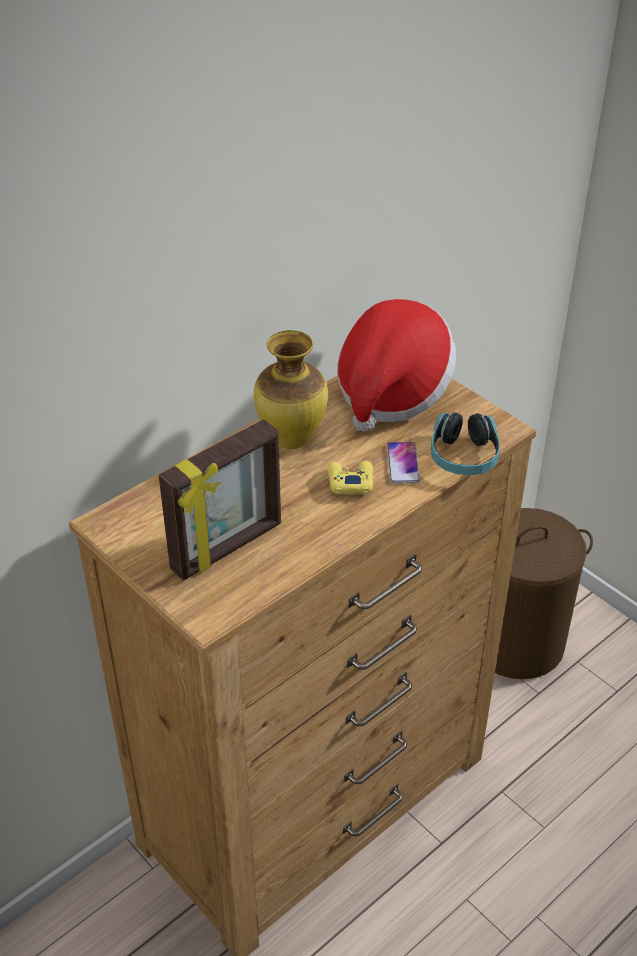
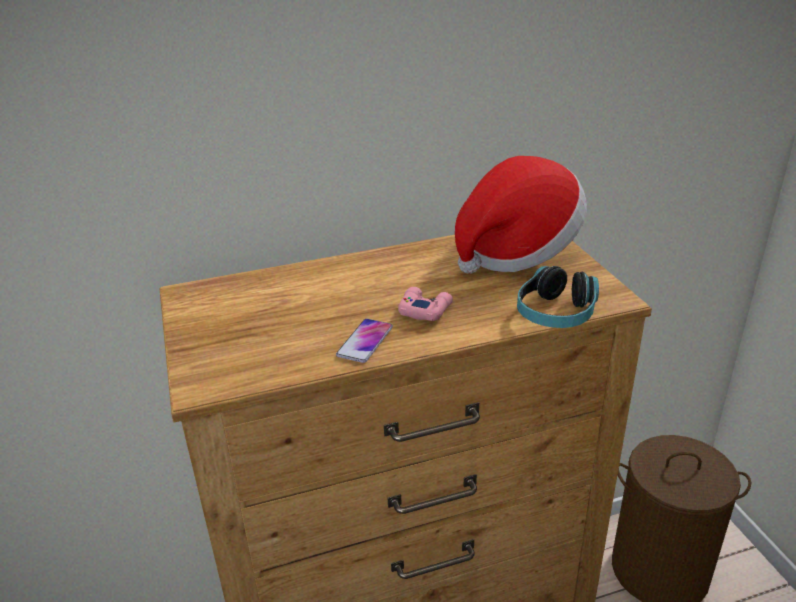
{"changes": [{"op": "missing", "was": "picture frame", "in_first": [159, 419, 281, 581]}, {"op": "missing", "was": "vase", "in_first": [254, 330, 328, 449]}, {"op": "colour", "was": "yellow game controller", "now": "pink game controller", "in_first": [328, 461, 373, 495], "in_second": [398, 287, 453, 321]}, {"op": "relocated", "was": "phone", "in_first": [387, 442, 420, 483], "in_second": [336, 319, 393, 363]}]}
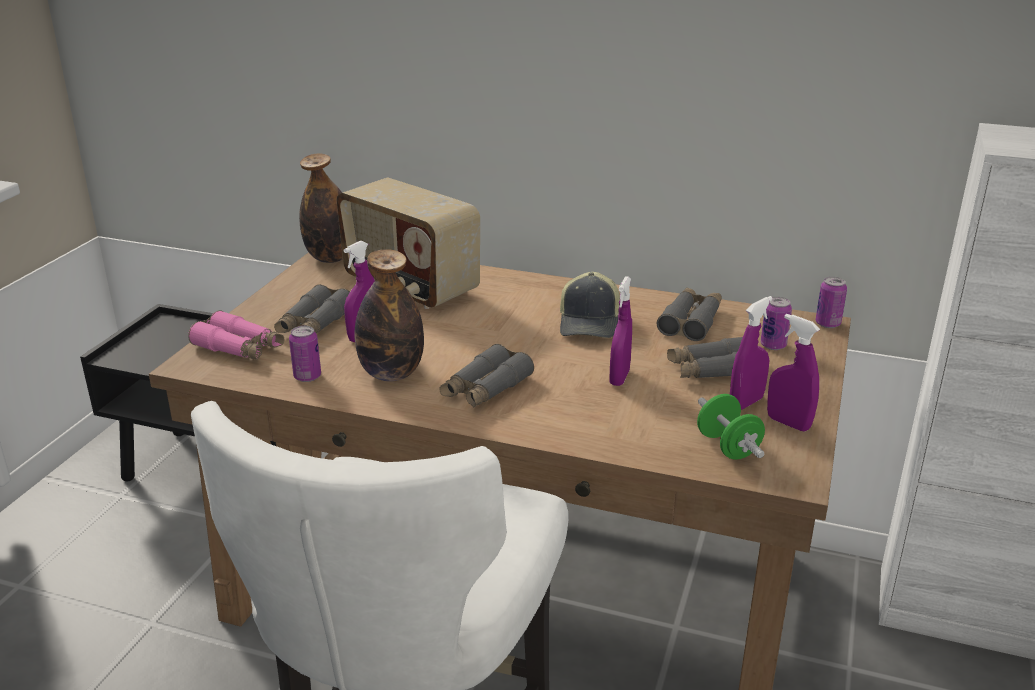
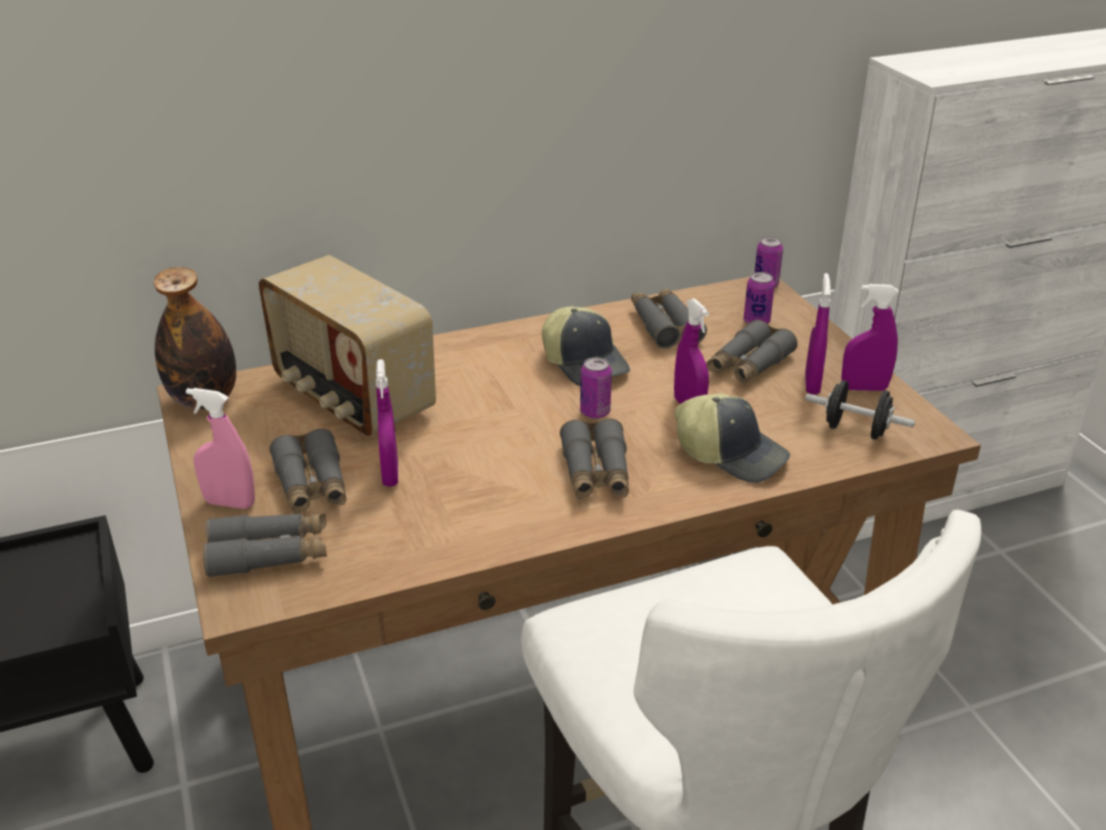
{"changes": [{"op": "colour", "was": "pink binoculars", "now": "grey binoculars", "in_first": [188, 310, 284, 360], "in_second": [203, 513, 327, 577]}, {"op": "relocated", "was": "can", "in_first": [289, 326, 321, 382], "in_second": [580, 357, 612, 419]}, {"op": "spun", "was": "radio", "in_first": [336, 178, 480, 309], "in_second": [259, 255, 436, 436], "clockwise": 45}, {"op": "missing", "was": "bottle", "in_first": [355, 249, 424, 381]}, {"op": "colour", "was": "green dumbbell", "now": "black dumbbell", "in_first": [697, 394, 765, 459], "in_second": [805, 380, 915, 440]}, {"op": "appeared", "now": "pink spray bottle", "in_second": [186, 388, 255, 509]}, {"op": "appeared", "now": "cap", "in_second": [675, 393, 790, 483]}]}
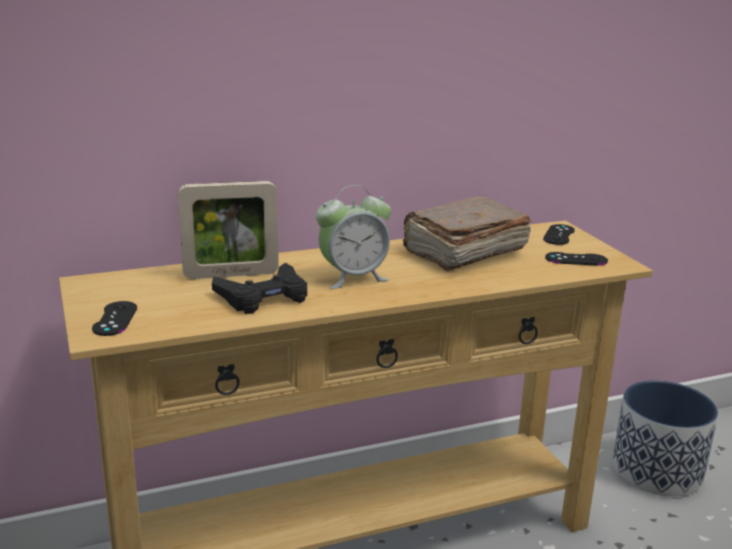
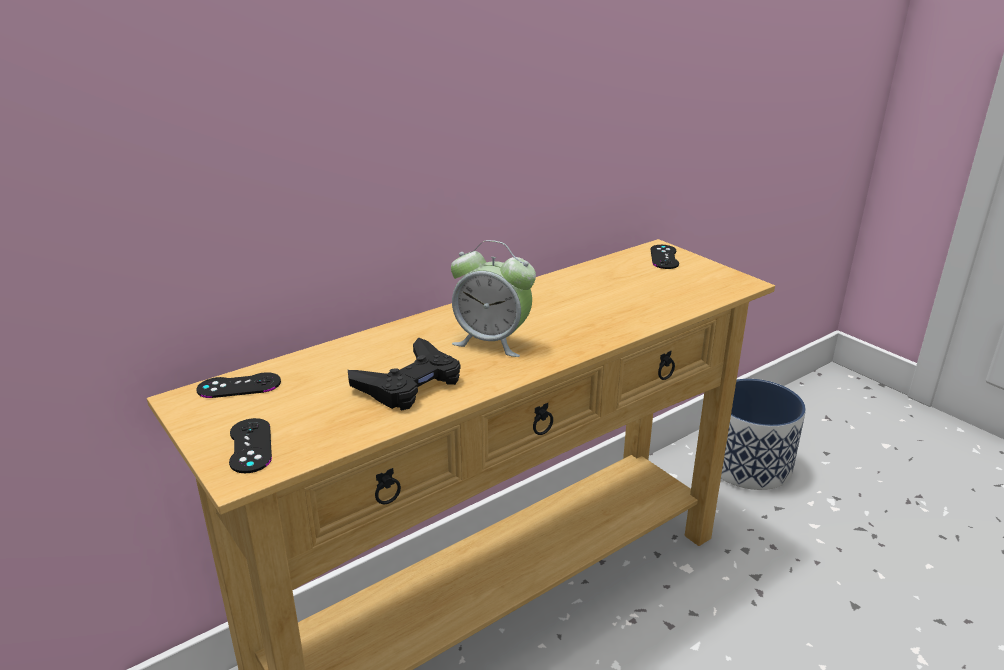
{"changes": [{"op": "missing", "was": "picture frame", "in_first": [178, 181, 279, 279]}, {"op": "spun", "was": "alarm clock", "in_first": [316, 185, 391, 289], "in_second": [451, 240, 536, 357], "clockwise": 60}, {"op": "missing", "was": "brown book", "in_first": [402, 196, 532, 271]}, {"op": "relocated", "was": "black game controller", "in_first": [545, 252, 608, 266], "in_second": [196, 372, 281, 398]}]}
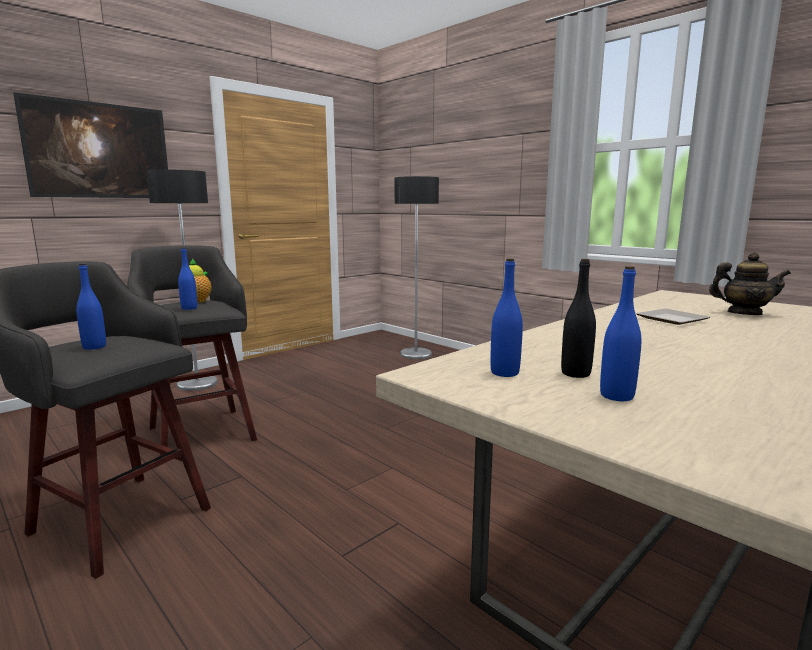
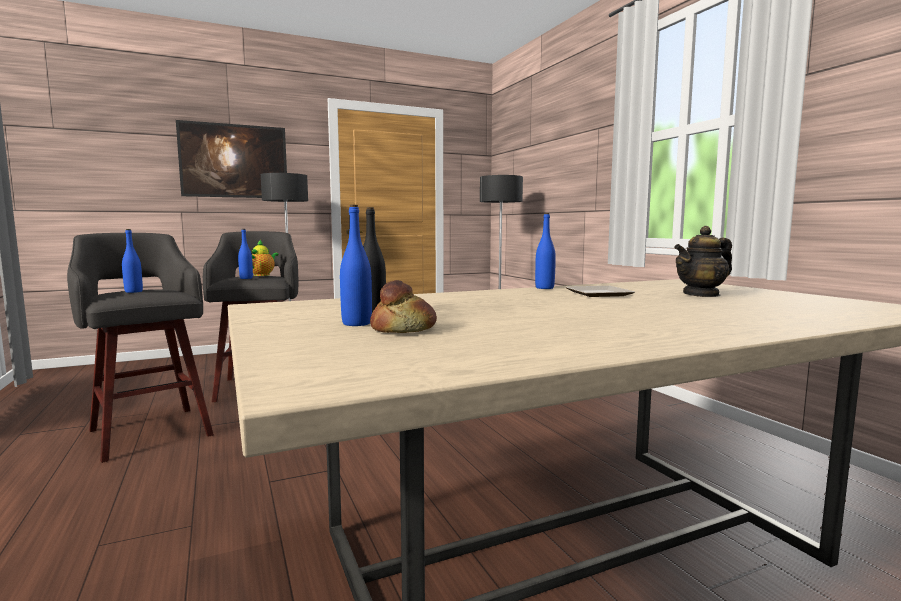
{"changes": [{"op": "relocated", "was": "blue bottle", "in_first": [490, 258, 523, 377], "in_second": [535, 213, 556, 289]}, {"op": "spun", "was": "teapot", "in_first": [709, 252, 791, 315], "in_second": [674, 226, 732, 297], "clockwise": 120}, {"op": "appeared", "now": "bread", "in_second": [370, 280, 437, 333]}]}
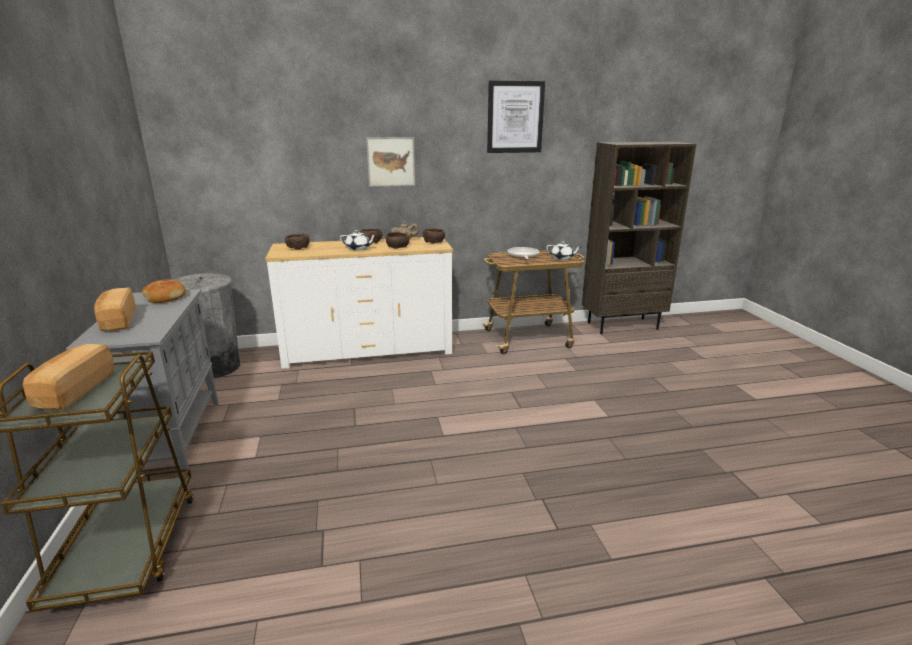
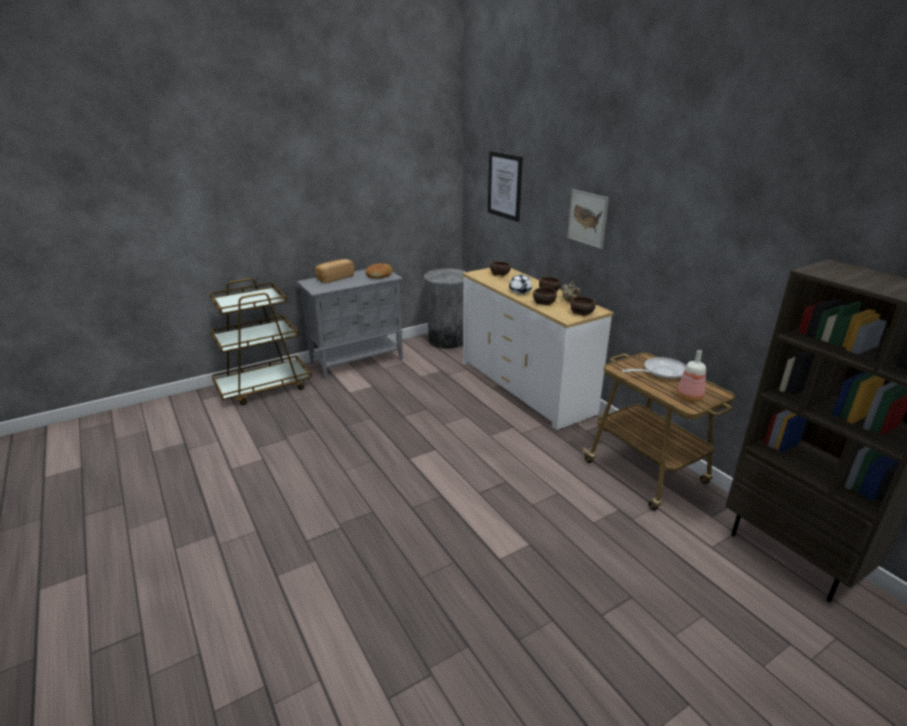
{"changes": [{"op": "missing", "was": "bread", "in_first": [23, 344, 114, 410]}, {"op": "relocated", "was": "picture", "in_first": [487, 81, 545, 153], "in_second": [488, 151, 523, 222]}, {"op": "exchanged", "was": "white teapot", "now": "bottle", "in_first": [546, 241, 581, 260], "in_second": [677, 350, 706, 402]}]}
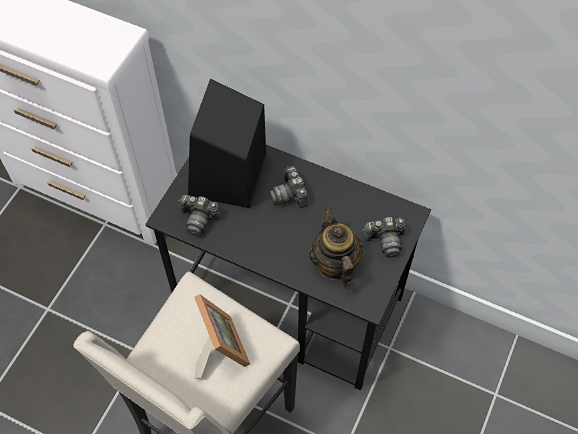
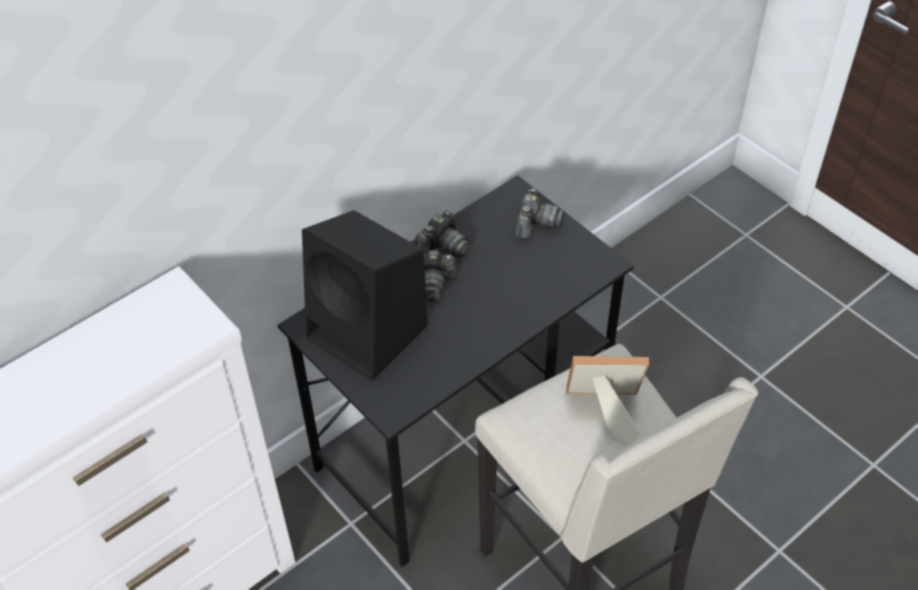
{"changes": [{"op": "relocated", "was": "photo camera", "in_first": [178, 194, 222, 236], "in_second": [415, 211, 470, 258]}, {"op": "missing", "was": "teapot", "in_first": [310, 207, 363, 289]}]}
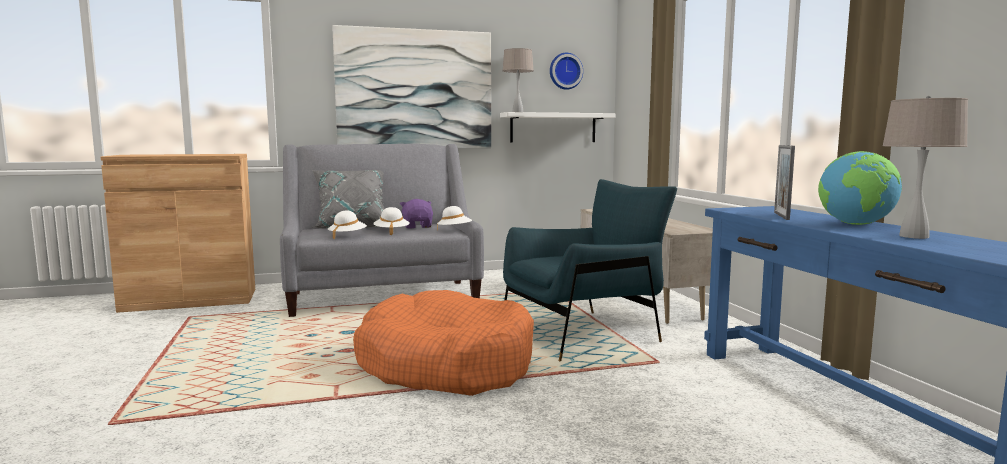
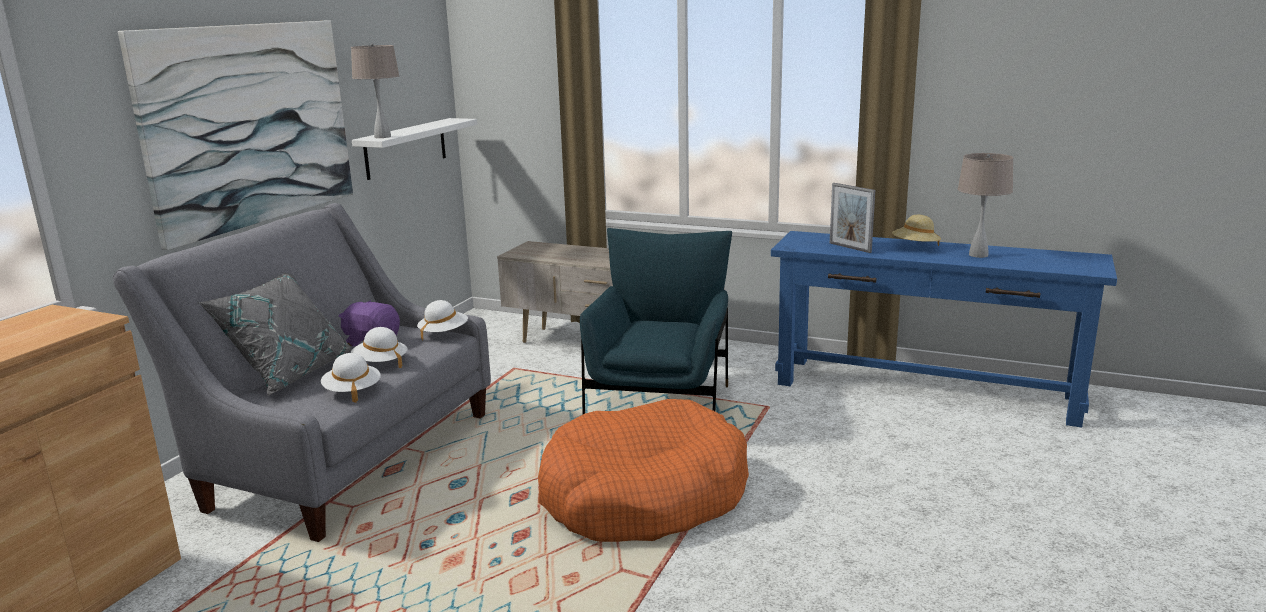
{"changes": [{"op": "missing", "was": "wall clock", "in_first": [550, 53, 583, 90]}, {"op": "exchanged", "was": "globe", "now": "beige hat", "in_first": [818, 151, 902, 225], "in_second": [892, 215, 941, 246]}]}
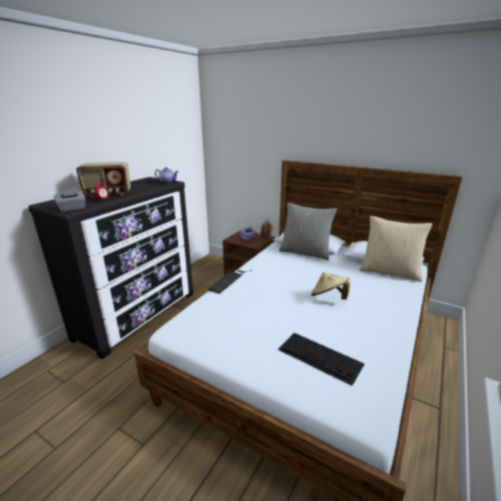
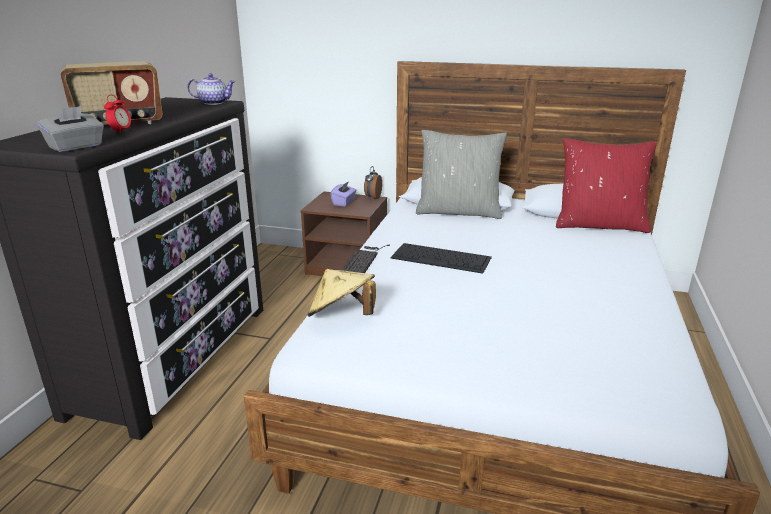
{"changes": [{"op": "relocated", "was": "keyboard", "in_first": [278, 333, 364, 386], "in_second": [390, 243, 492, 274]}, {"op": "relocated", "was": "beige hat", "in_first": [311, 272, 350, 300], "in_second": [307, 269, 376, 317]}, {"op": "colour", "was": "beige pillow", "now": "red pillow", "in_first": [360, 216, 432, 282], "in_second": [556, 138, 657, 233]}]}
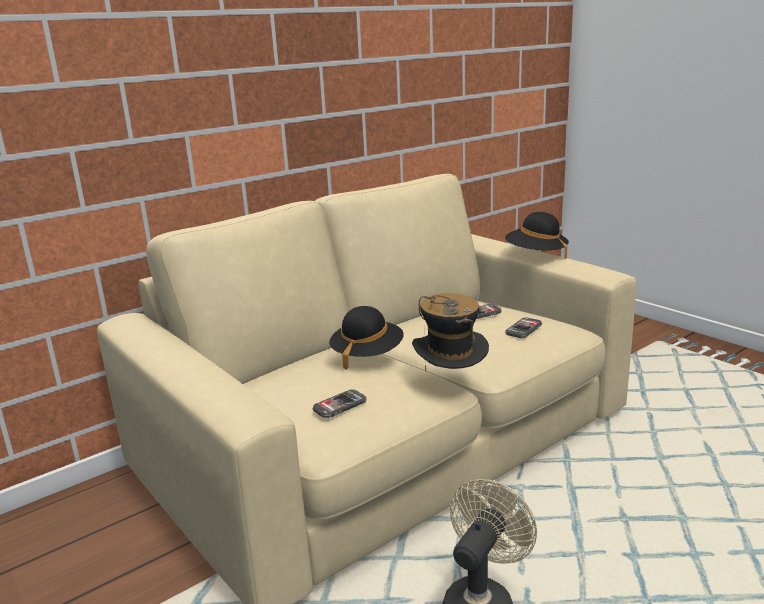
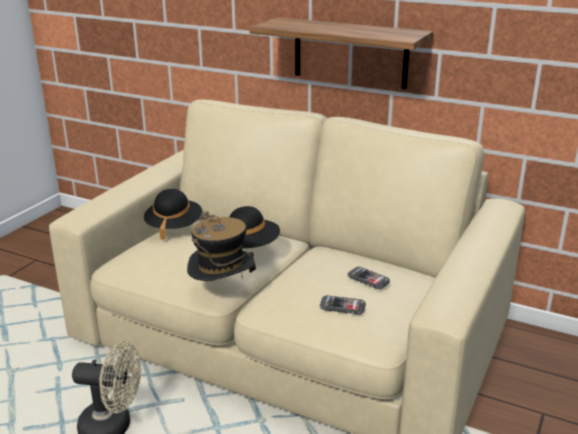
{"changes": [{"op": "missing", "was": "phone", "in_first": [313, 390, 367, 418]}, {"op": "relocated", "was": "black hat", "in_first": [505, 212, 569, 259], "in_second": [144, 189, 202, 240]}, {"op": "appeared", "now": "shelf", "in_second": [249, 17, 433, 89]}]}
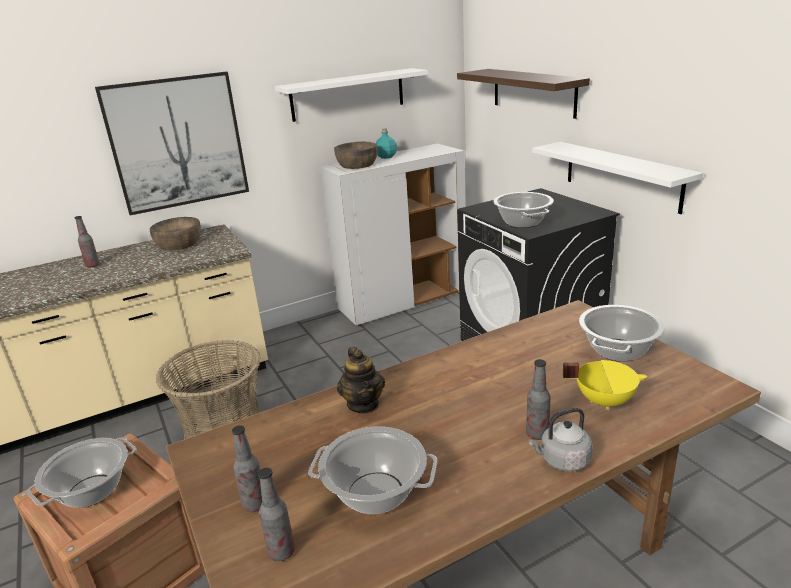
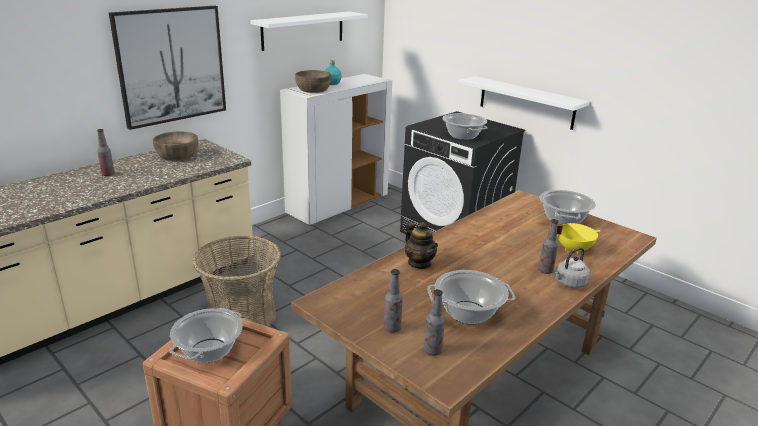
{"changes": [{"op": "missing", "was": "shelf", "in_first": [457, 69, 590, 119]}]}
